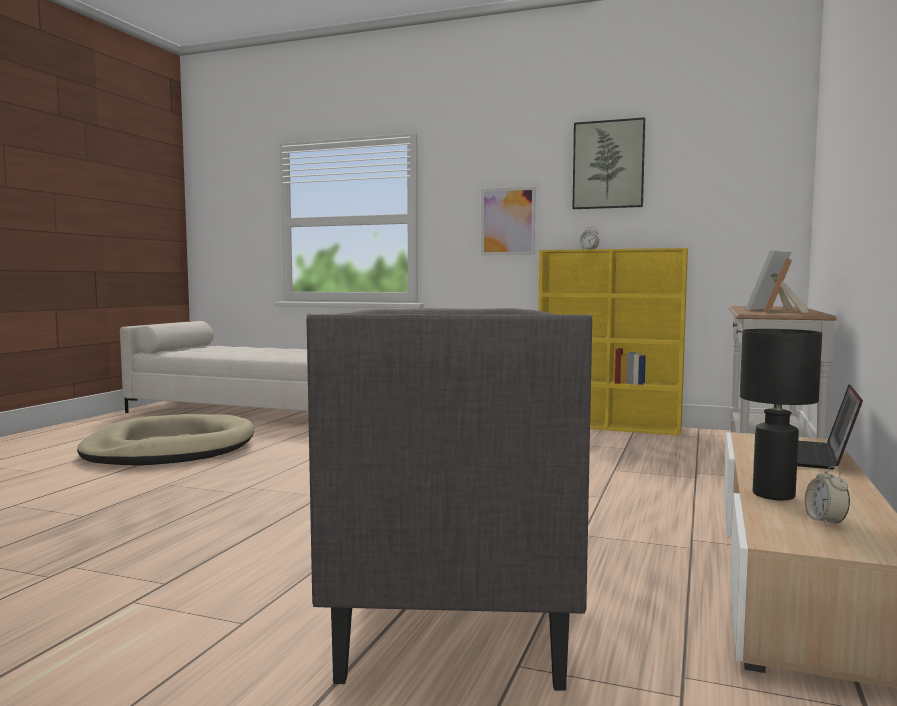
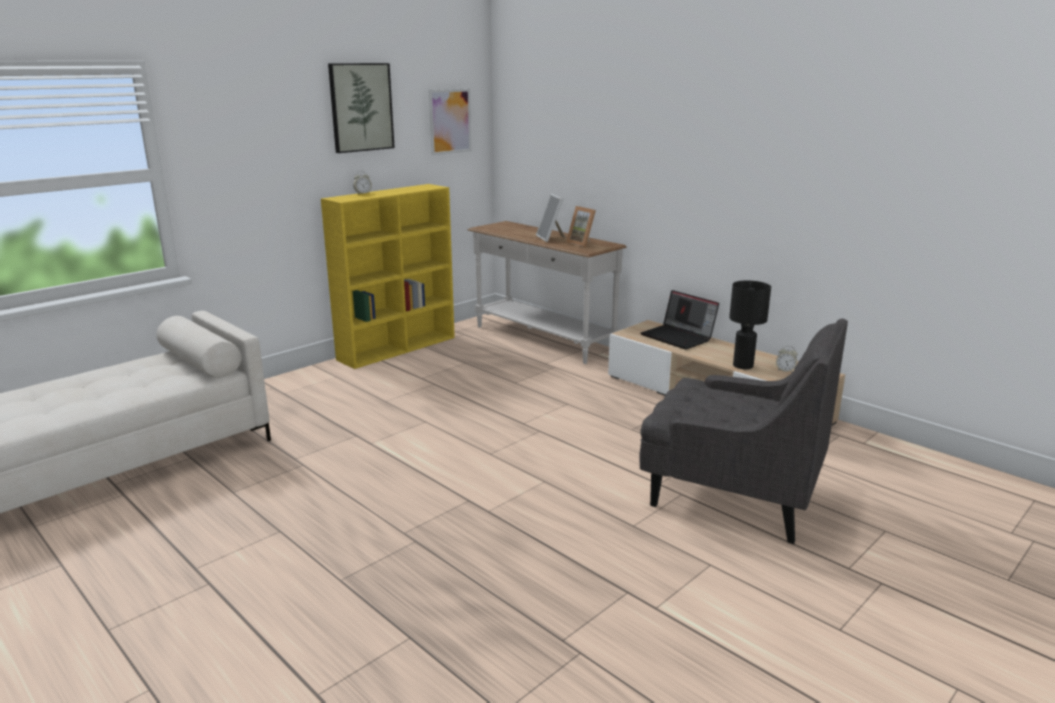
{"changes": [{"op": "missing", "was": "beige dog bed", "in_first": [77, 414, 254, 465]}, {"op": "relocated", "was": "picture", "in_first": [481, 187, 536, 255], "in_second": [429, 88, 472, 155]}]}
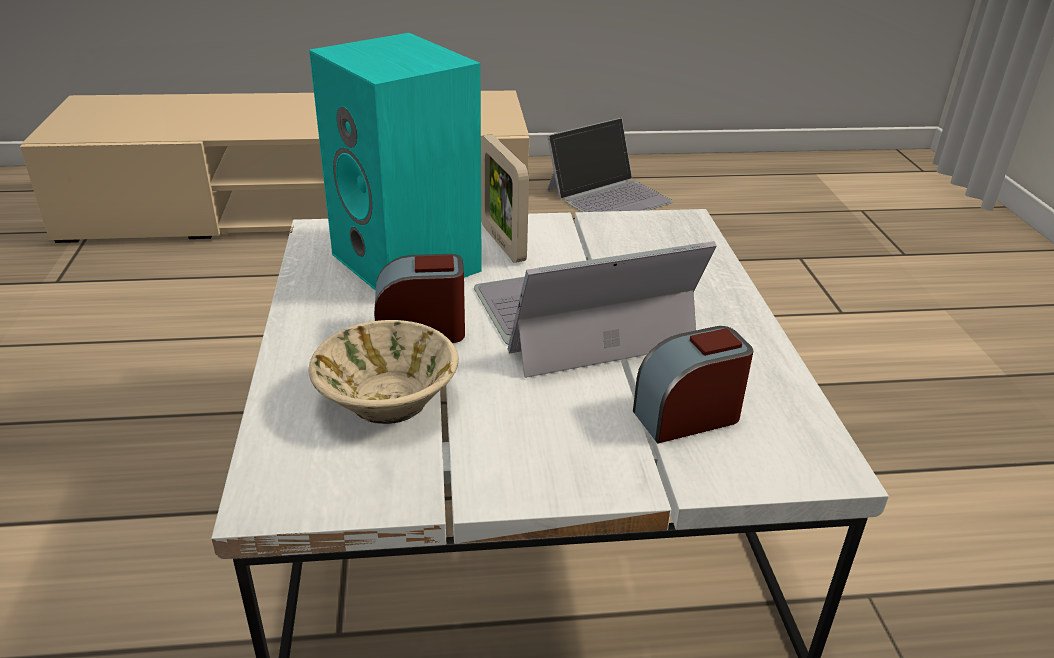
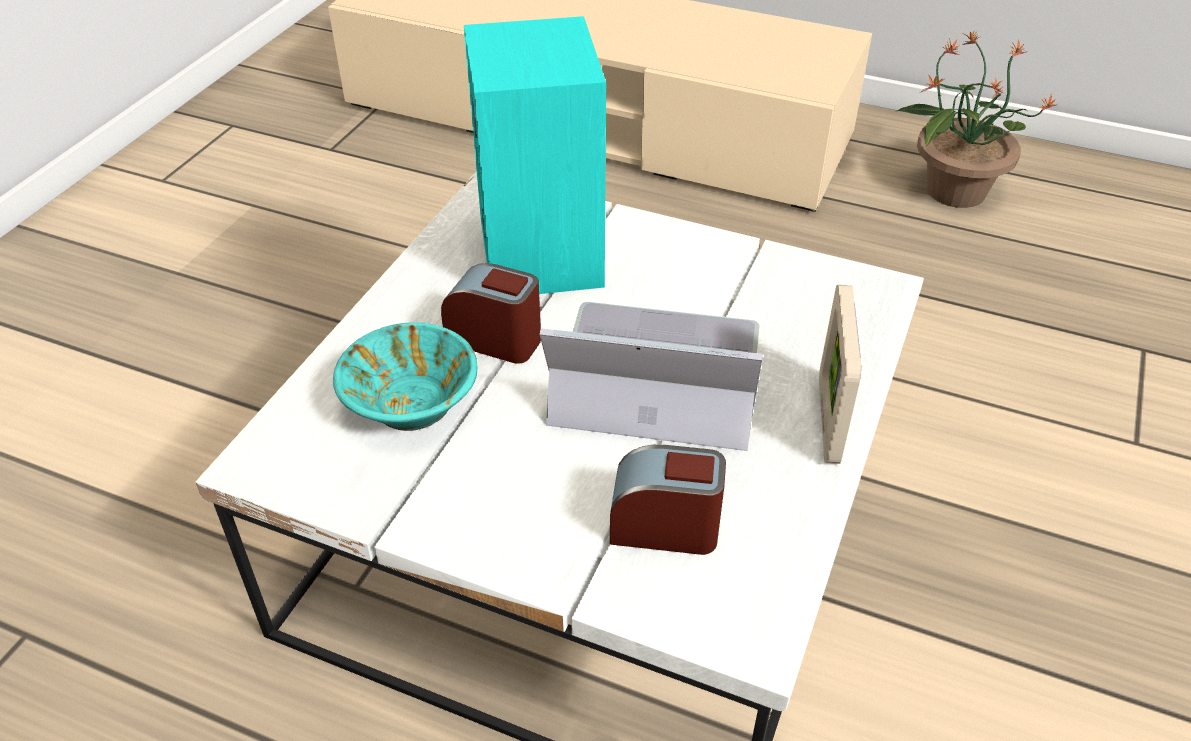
{"changes": [{"op": "colour", "was": "beige bowl", "now": "turquoise bowl", "in_first": [309, 320, 459, 424], "in_second": [333, 322, 477, 431]}, {"op": "relocated", "was": "picture frame", "in_first": [481, 134, 529, 263], "in_second": [819, 284, 861, 464]}, {"op": "exchanged", "was": "laptop", "now": "potted plant", "in_first": [547, 118, 673, 212], "in_second": [897, 30, 1057, 208]}]}
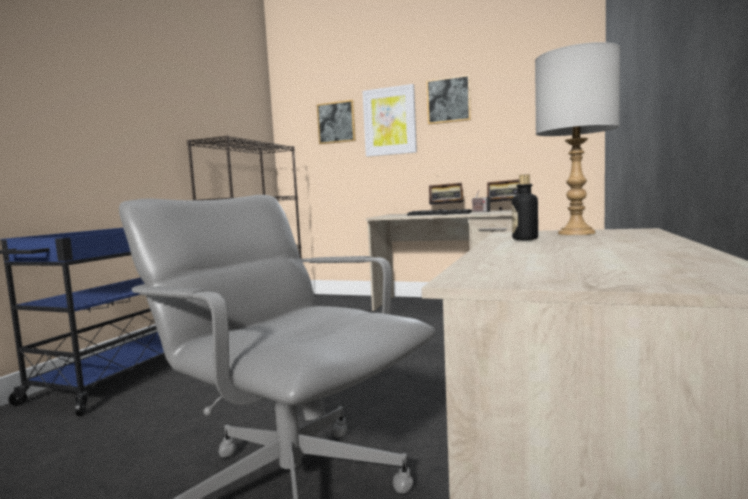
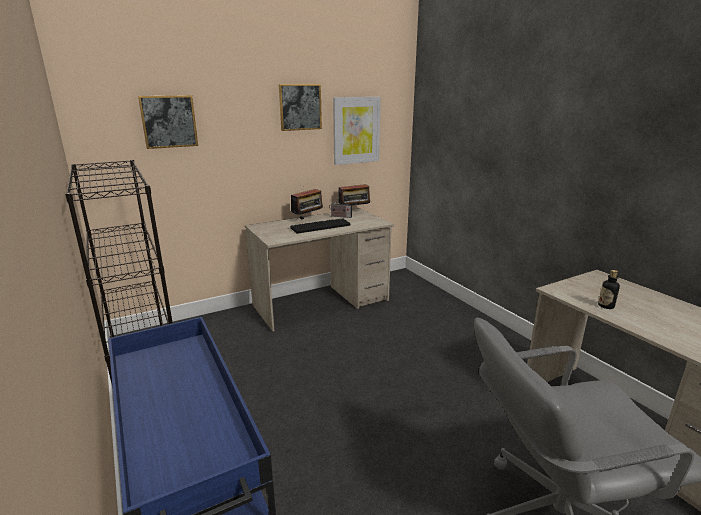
{"changes": [{"op": "relocated", "was": "picture", "in_first": [362, 84, 417, 157], "in_second": [333, 97, 381, 165]}, {"op": "missing", "was": "grey table lamp", "in_first": [535, 42, 620, 235]}]}
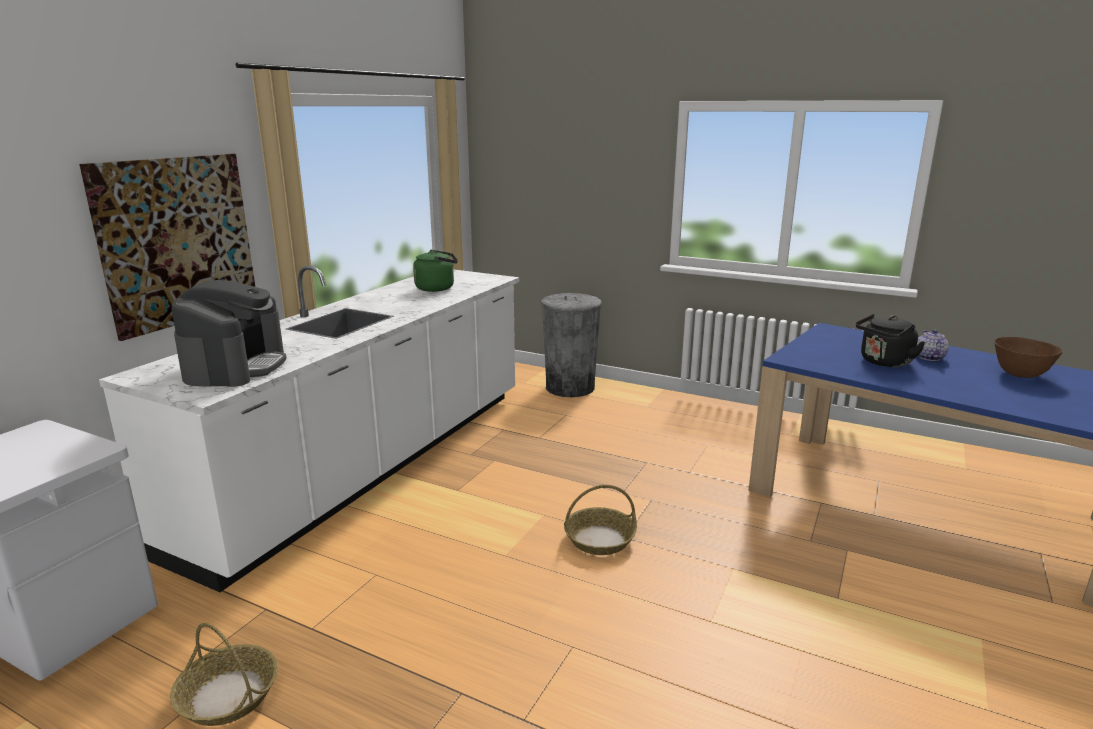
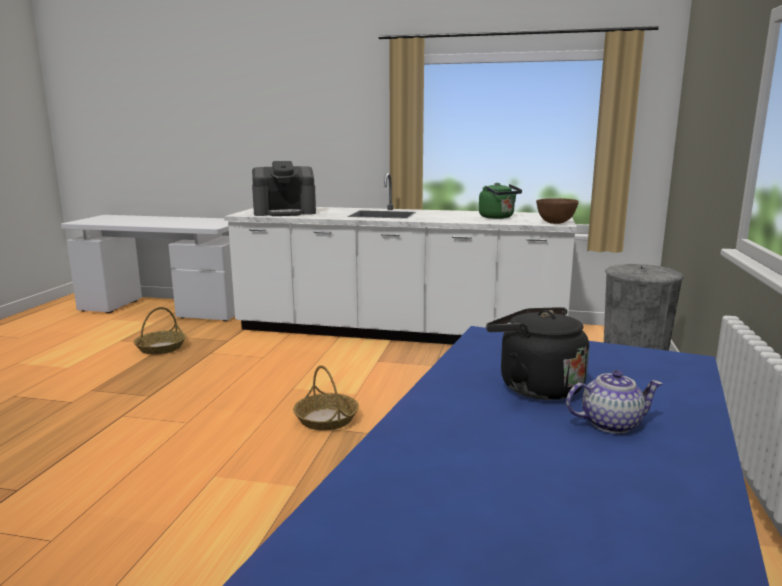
{"changes": [{"op": "missing", "was": "picture", "in_first": [79, 154, 255, 341]}, {"op": "relocated", "was": "brown bowl", "in_first": [994, 337, 1063, 378], "in_second": [536, 198, 579, 224]}]}
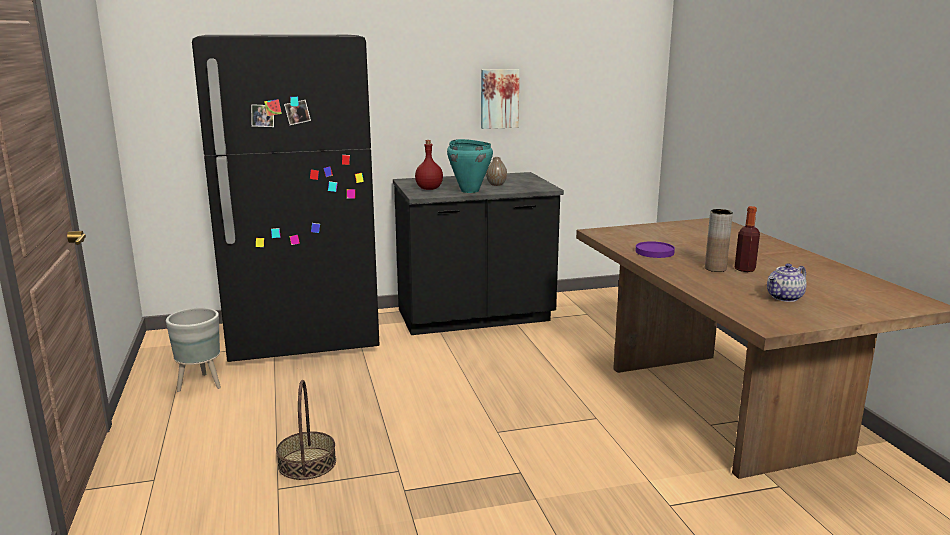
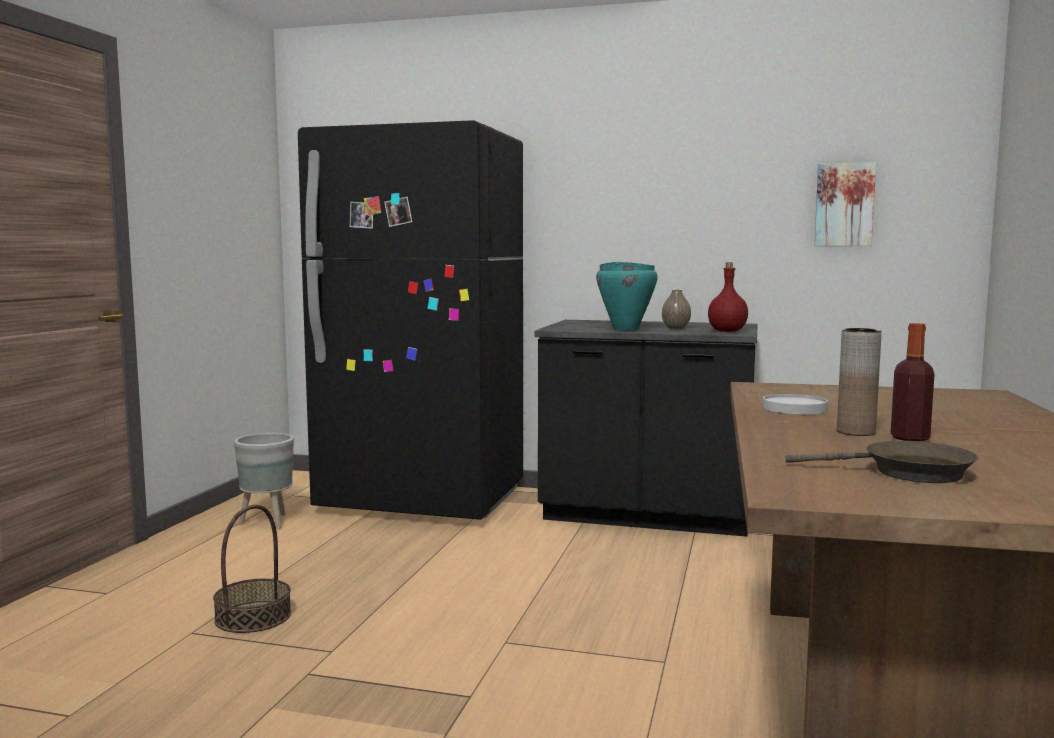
{"changes": [{"op": "relocated", "was": "red bottle", "in_first": [415, 140, 443, 190], "in_second": [708, 262, 748, 332]}, {"op": "relocated", "was": "picture", "in_first": [481, 69, 520, 129], "in_second": [814, 162, 876, 246]}, {"op": "colour", "was": "purple plate", "now": "white plate", "in_first": [635, 241, 675, 258], "in_second": [763, 394, 828, 414]}, {"op": "exchanged", "was": "teapot", "now": "brown frying pan", "in_first": [767, 263, 807, 302], "in_second": [786, 441, 978, 483]}]}
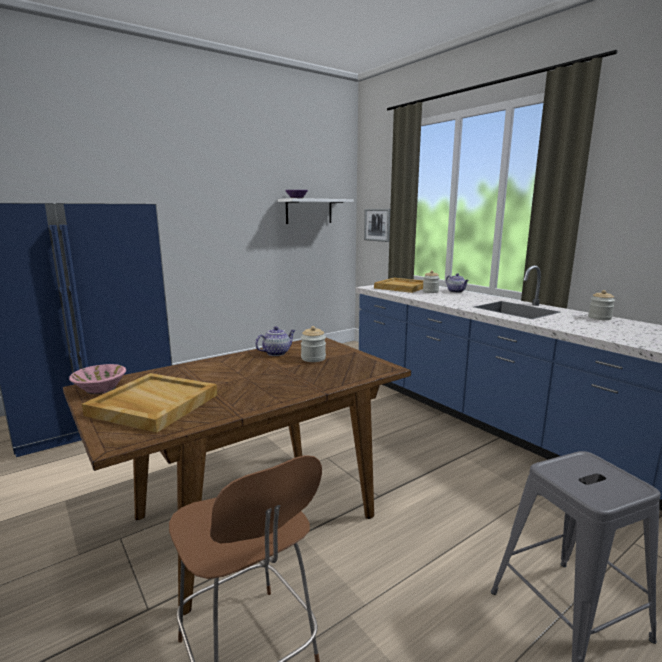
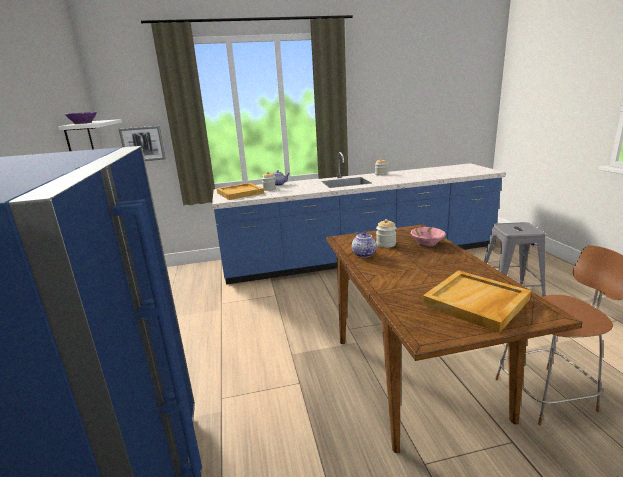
{"changes": [{"op": "relocated", "was": "pink bowl", "in_first": [69, 364, 126, 394], "in_second": [411, 227, 446, 247]}]}
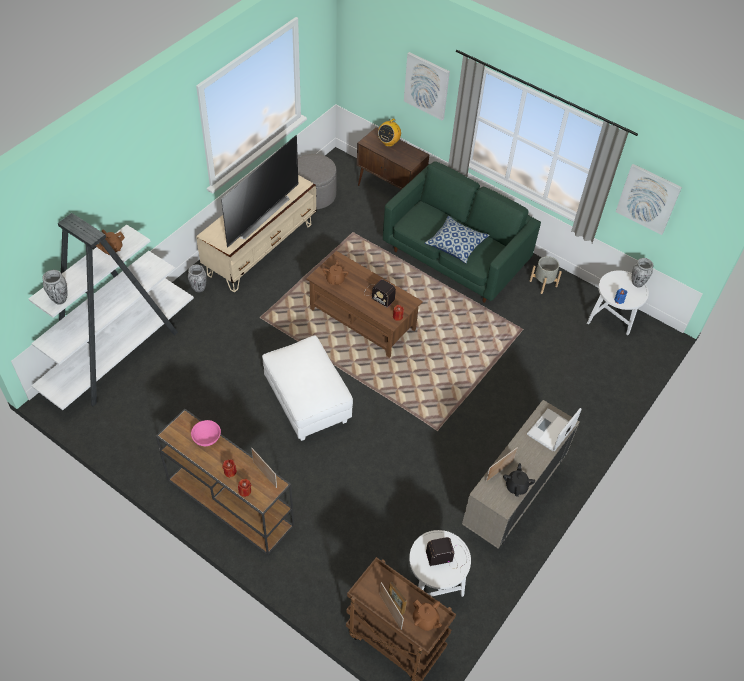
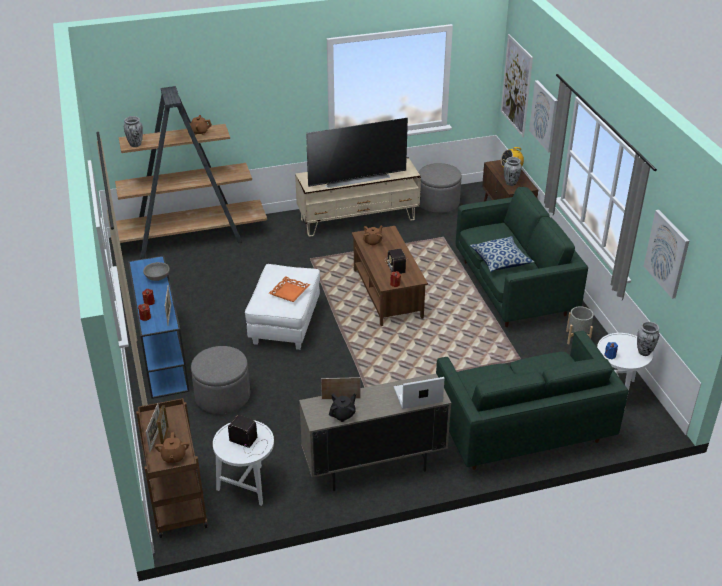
{"changes": [{"op": "colour", "was": "white bookcase", "now": "brown bookcase", "in_first": [28, 213, 194, 410], "in_second": [111, 86, 267, 259]}, {"op": "colour", "was": "brown console table", "now": "blue console table", "in_first": [156, 409, 294, 555], "in_second": [128, 256, 189, 399]}, {"op": "relocated", "was": "vase", "in_first": [188, 264, 207, 292], "in_second": [504, 157, 522, 186]}, {"op": "colour", "was": "pink bowl", "now": "grey bowl", "in_first": [191, 420, 221, 446], "in_second": [143, 262, 170, 281]}, {"op": "appeared", "now": "grey ottoman", "in_second": [191, 346, 250, 414]}, {"op": "appeared", "now": "orange tray", "in_second": [269, 276, 310, 302]}, {"op": "appeared", "now": "green sofa", "in_second": [436, 331, 628, 470]}, {"op": "appeared", "now": "picture", "in_second": [501, 34, 533, 137]}]}
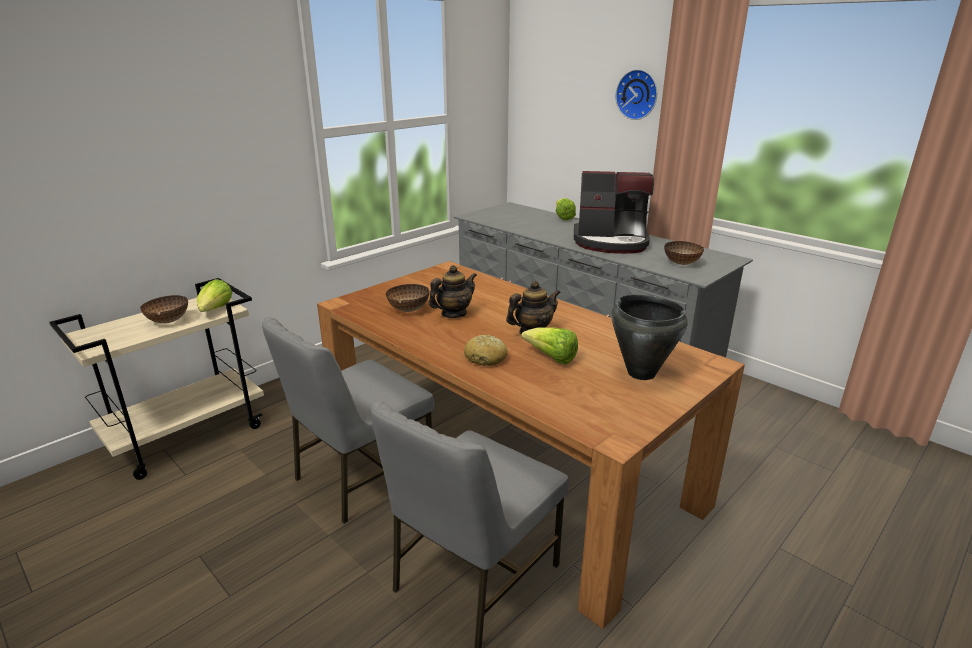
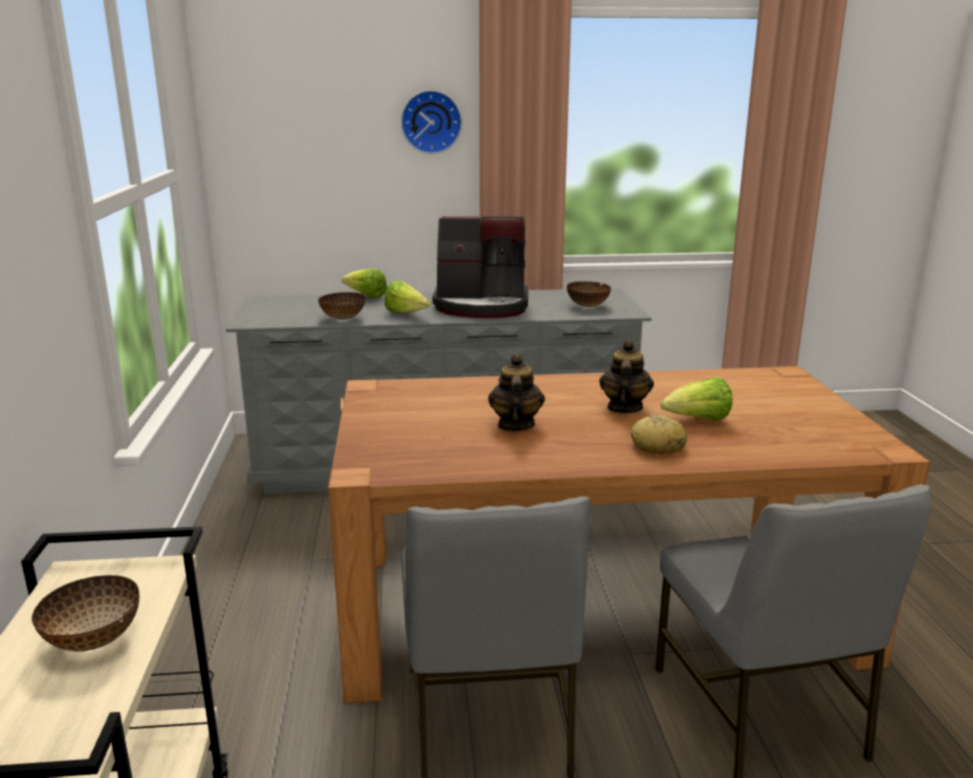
{"changes": [{"op": "relocated", "was": "lettuce", "in_first": [197, 279, 232, 312], "in_second": [384, 281, 431, 313]}, {"op": "relocated", "was": "bowl", "in_first": [386, 284, 429, 312], "in_second": [318, 292, 366, 320]}, {"op": "spun", "was": "coffee machine", "in_first": [574, 171, 654, 254], "in_second": [432, 216, 528, 318], "clockwise": 45}, {"op": "missing", "was": "black cooking pot", "in_first": [611, 295, 688, 380]}]}
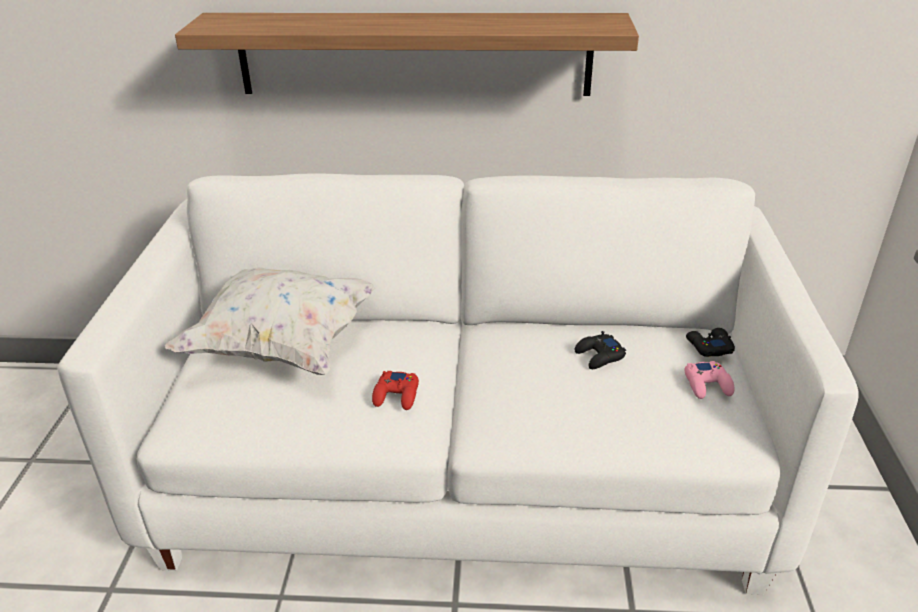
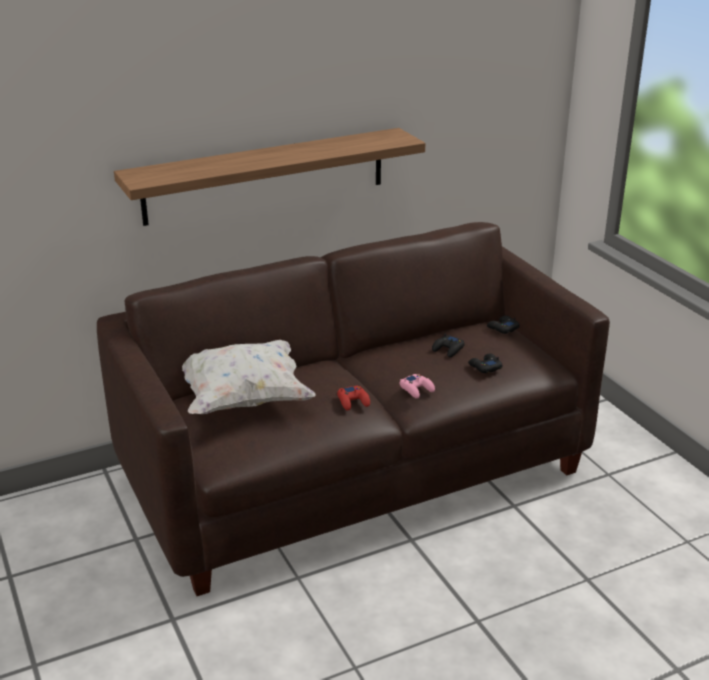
{"changes": [{"op": "colour", "was": "white sofa", "now": "brown sofa", "in_first": [57, 173, 859, 595], "in_second": [97, 222, 610, 596]}, {"op": "relocated", "was": "pink game controller", "in_first": [685, 361, 735, 399], "in_second": [400, 374, 435, 399]}, {"op": "appeared", "now": "black game controller", "in_second": [468, 353, 503, 373]}]}
